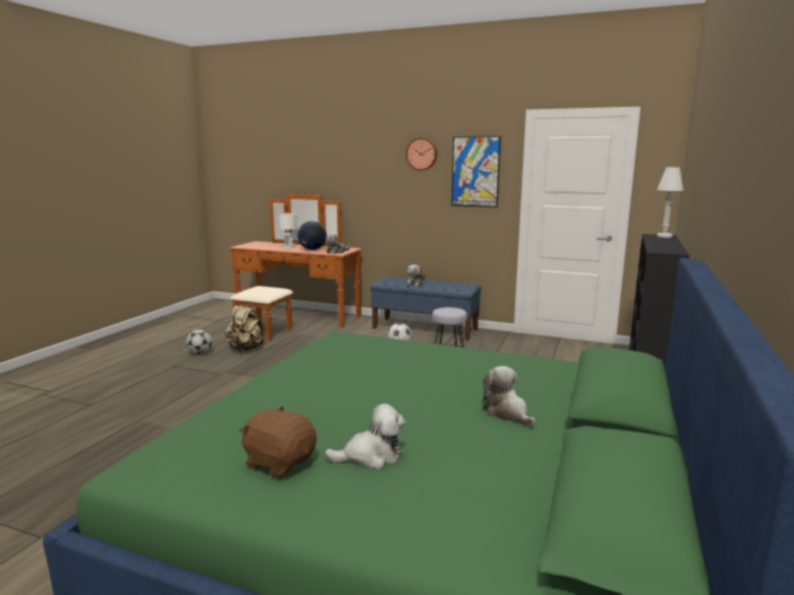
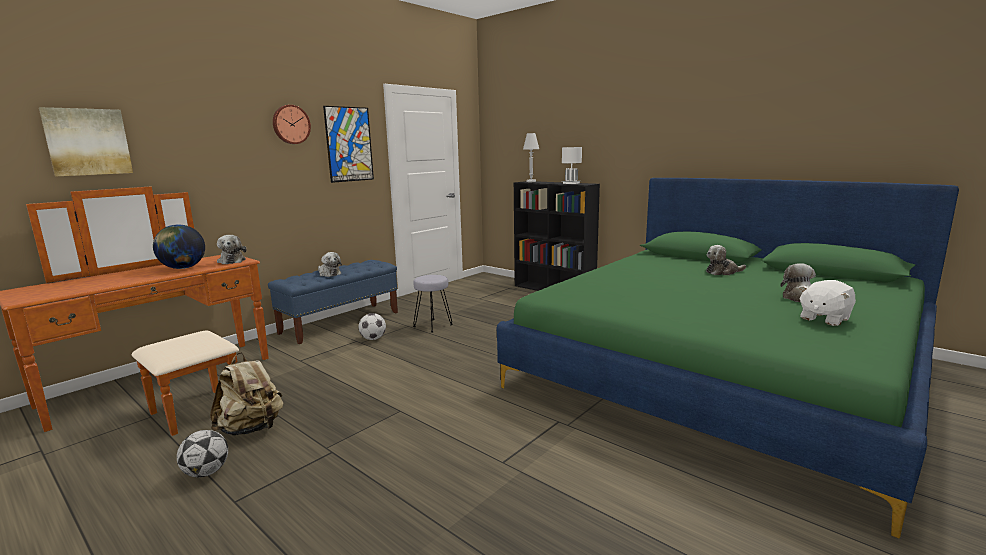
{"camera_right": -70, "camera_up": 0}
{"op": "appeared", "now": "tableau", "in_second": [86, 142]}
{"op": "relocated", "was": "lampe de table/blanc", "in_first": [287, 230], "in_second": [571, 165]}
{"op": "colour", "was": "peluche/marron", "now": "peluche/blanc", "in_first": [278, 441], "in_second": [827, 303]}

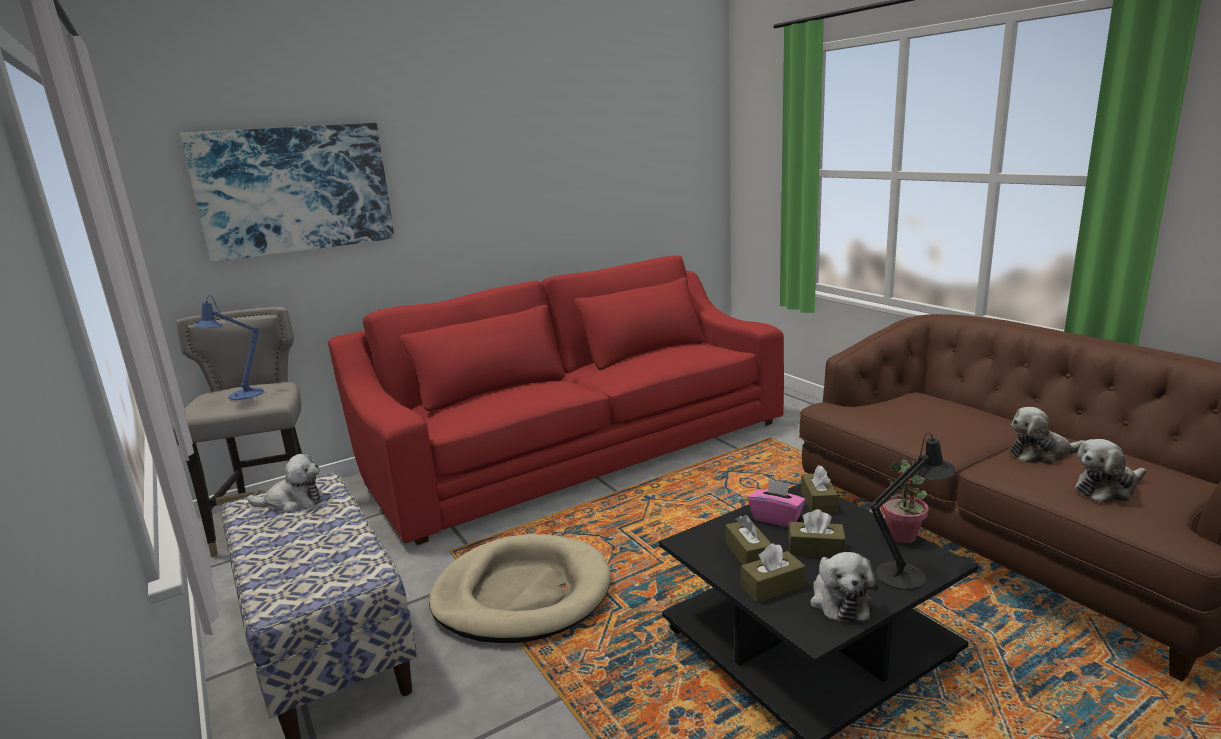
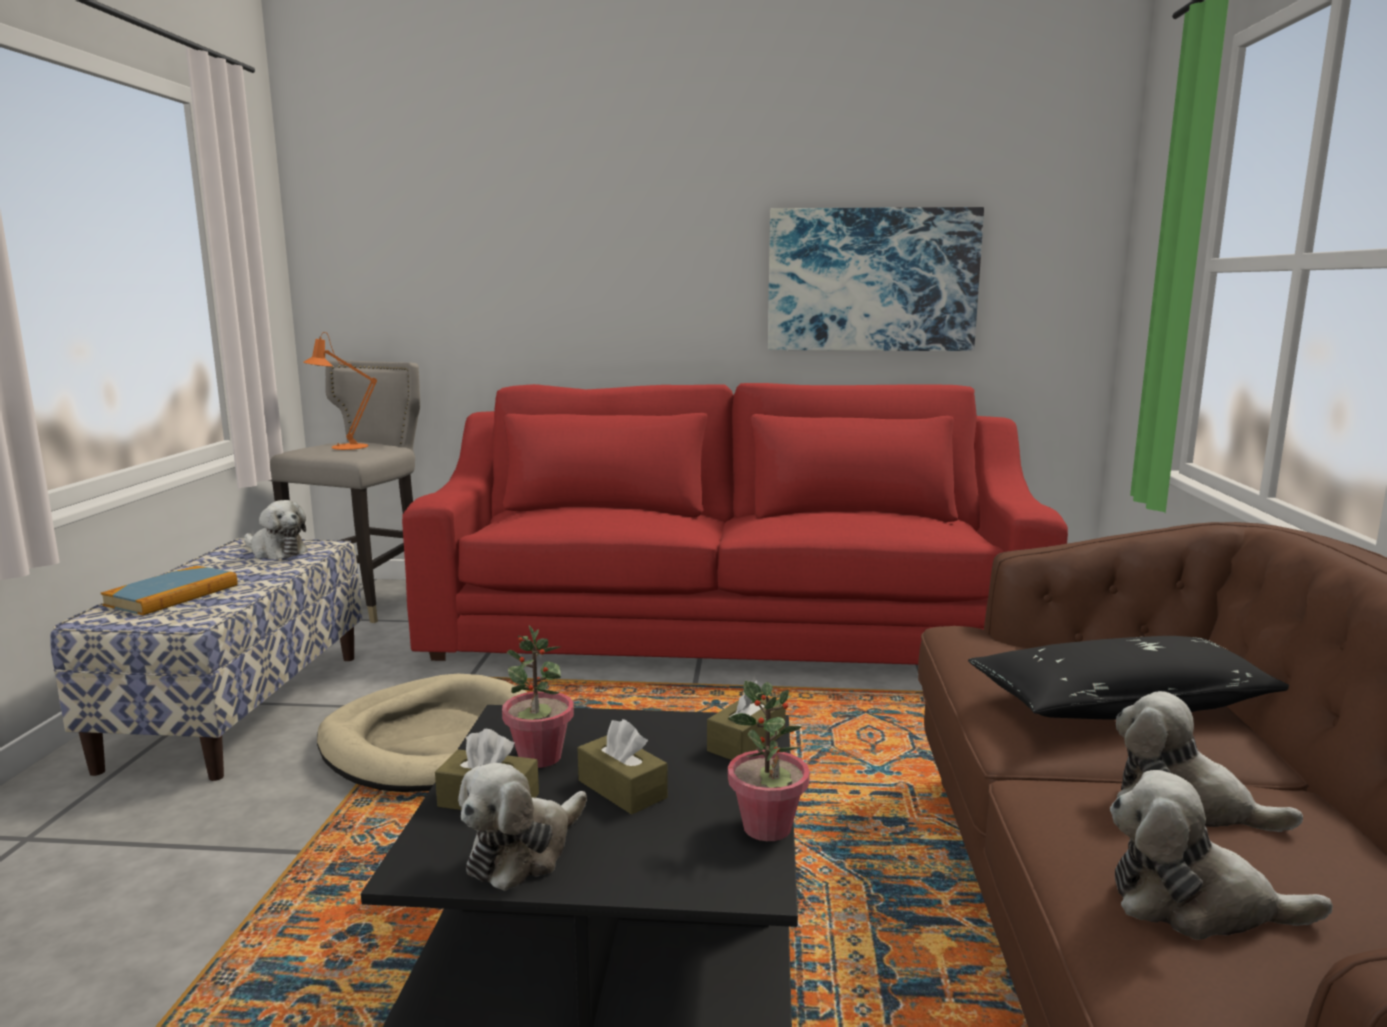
{"camera_right": 35, "camera_up": -5}
{"op": "appeared", "now": "livre", "in_second": [169, 590]}
{"op": "colour", "was": "lampe de table/bleu", "now": "lampe de table/orange", "in_first": [228, 348], "in_second": [340, 391]}
{"op": "exchanged", "was": "boîte à mouchoirs/marron", "now": "plante en pot", "in_first": [749, 540], "in_second": [538, 697]}
{"op": "relocated", "was": "tableau", "in_first": [287, 192], "in_second": [876, 279]}
{"op": "appeared", "now": "coussin/noir", "in_second": [1128, 678]}
{"op": "missing", "was": "boîte à mouchoirs/rose", "in_first": [777, 503]}
{"op": "missing", "was": "lampe de table/noir", "in_first": [912, 511]}

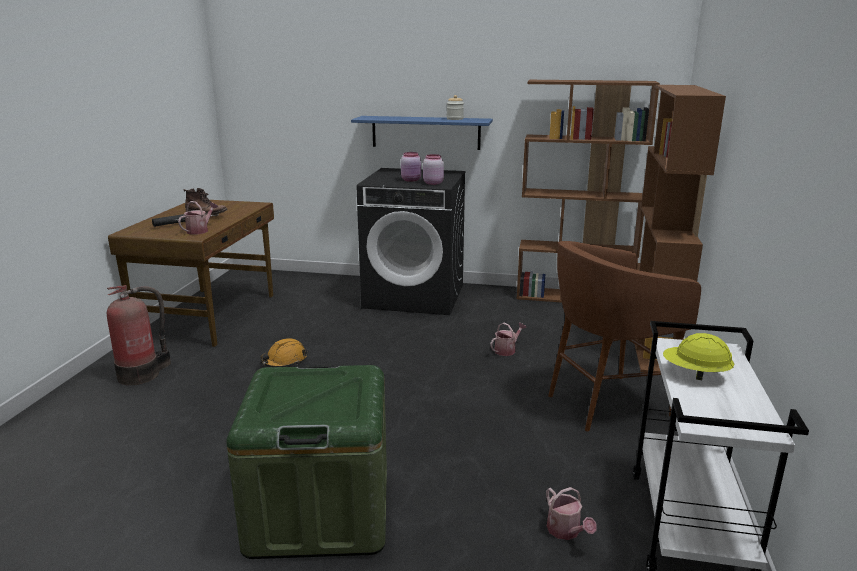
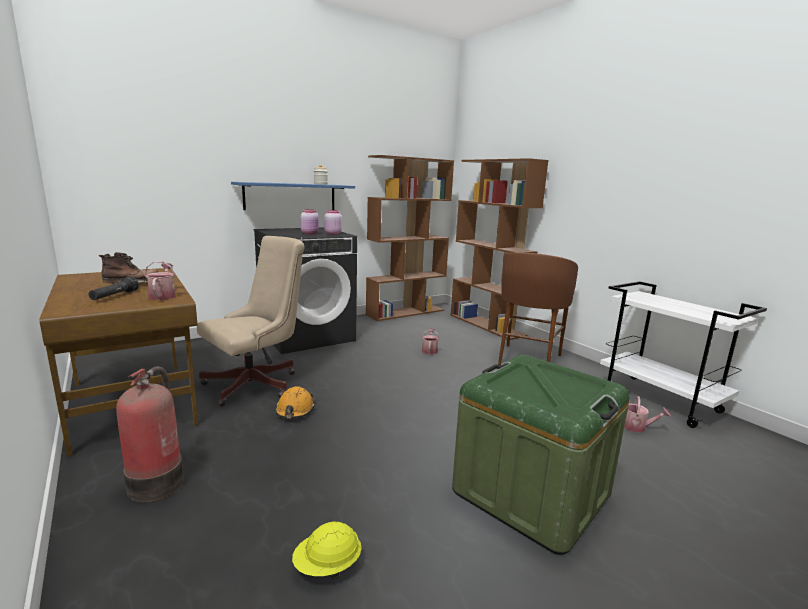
{"camera_right": -45, "camera_up": -5}
{"op": "appeared", "now": "chaise de bureau/beige", "in_second": [251, 321]}
{"op": "relocated", "was": "casque de chantier/jaune", "in_first": [698, 356], "in_second": [327, 550]}

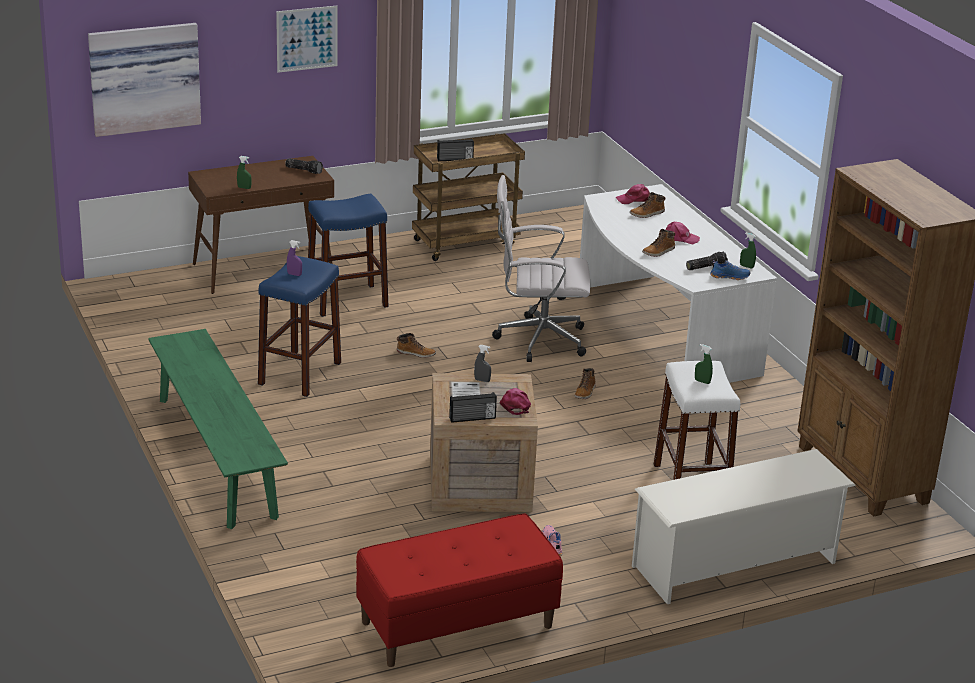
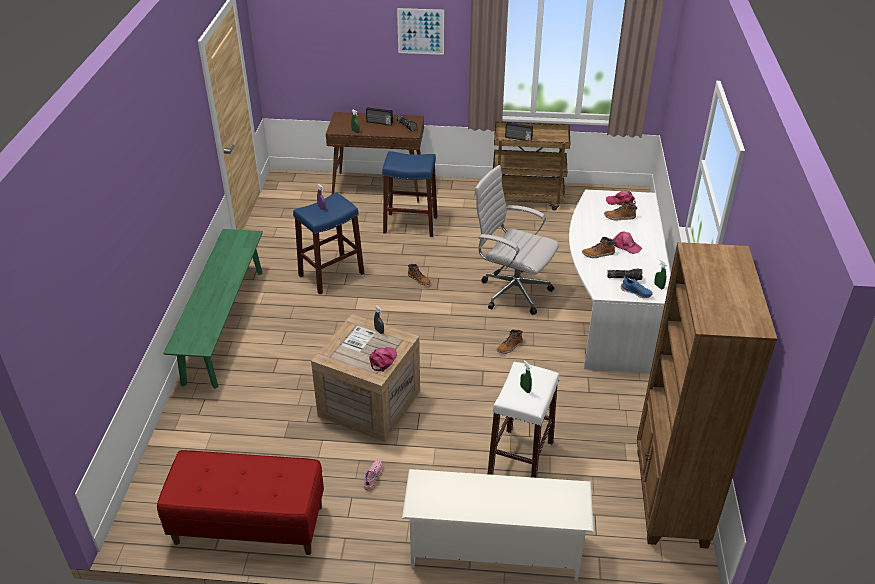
{"camera_right": 30, "camera_up": 10}
{"op": "relocated", "was": "radio", "in_first": [473, 407], "in_second": [379, 116]}
{"op": "missing", "was": "tableau", "in_first": [144, 80]}

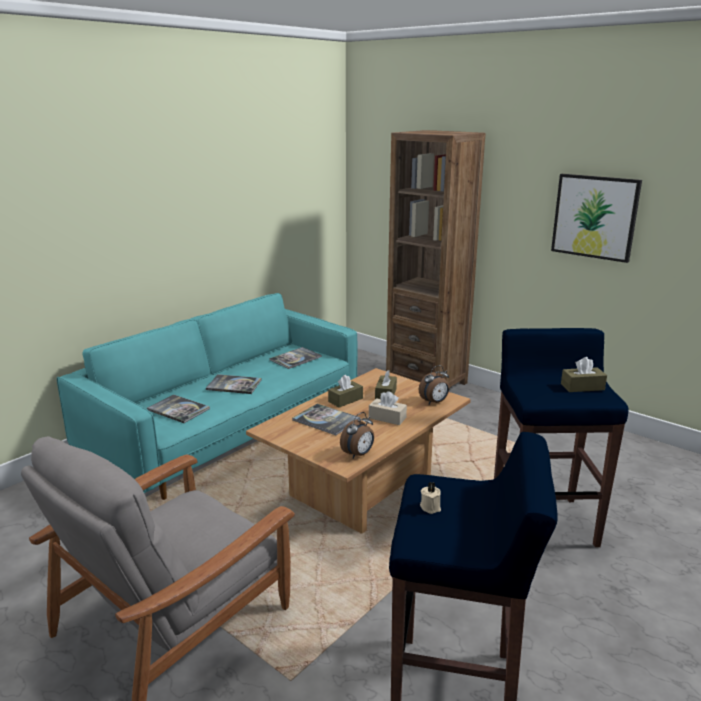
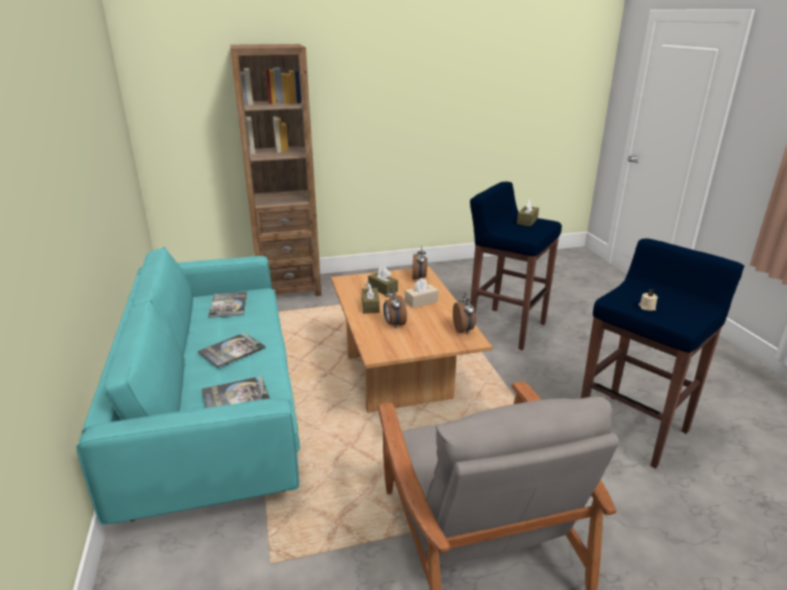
{"camera_right": -55, "camera_up": 5}
{"op": "exchanged", "was": "livre", "now": "réveil", "in_first": [326, 419], "in_second": [395, 308]}
{"op": "missing", "was": "tableau", "in_first": [596, 218]}

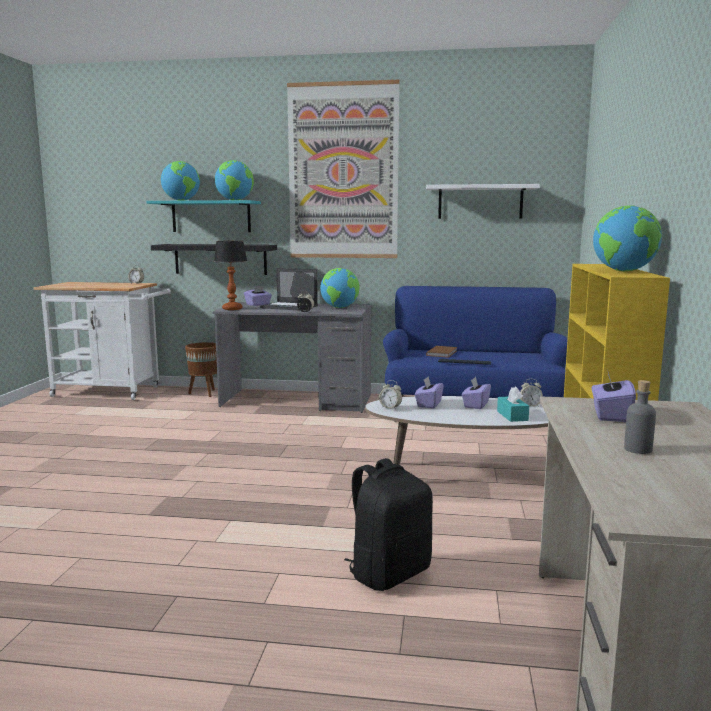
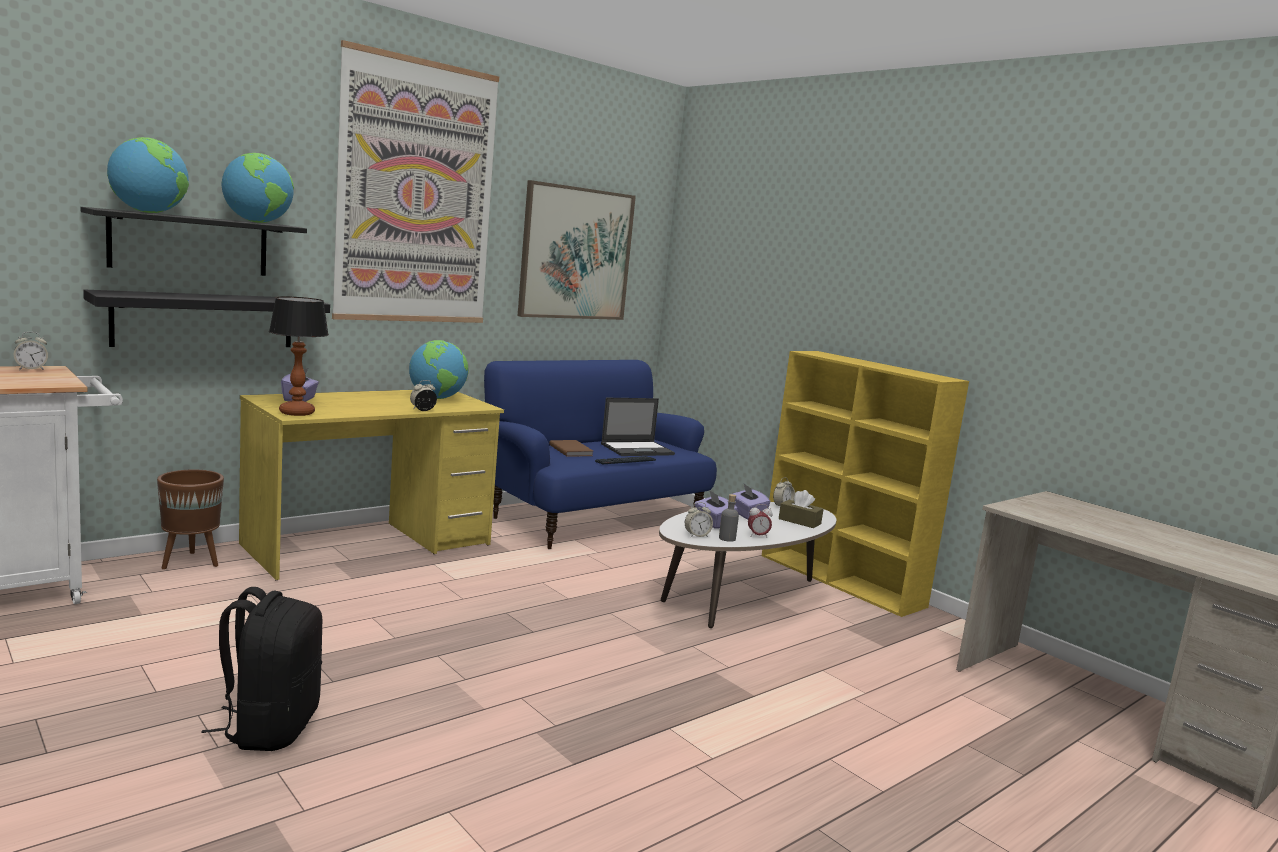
{"camera_right": -50, "camera_up": 0}
{"op": "colour", "was": "étagère/turquoise", "now": "étagère/noir", "in_first": [203, 216], "in_second": [193, 241]}
{"op": "relocated", "was": "sac à dos/noir", "in_first": [388, 524], "in_second": [261, 669]}
{"op": "colour", "was": "bureau/gris", "now": "bureau/jaune", "in_first": [292, 357], "in_second": [371, 485]}
{"op": "exchanged", "was": "étagère/blanc", "now": "tableau", "in_first": [483, 201], "in_second": [577, 250]}
{"op": "relocated", "was": "ordinateur portable", "in_first": [289, 289], "in_second": [638, 427]}
{"op": "relocated", "was": "bouteille/gris", "in_first": [640, 417], "in_second": [729, 518]}
{"op": "appeared", "now": "réveil", "in_second": [760, 520]}
{"op": "colour", "was": "boîte à mouchoirs/turquoise", "now": "boîte à mouchoirs/marron", "in_first": [513, 404], "in_second": [801, 509]}
{"op": "missing", "was": "boîte à mouchoirs/violet", "in_first": [614, 397]}
{"op": "missing", "was": "globe", "in_first": [627, 238]}

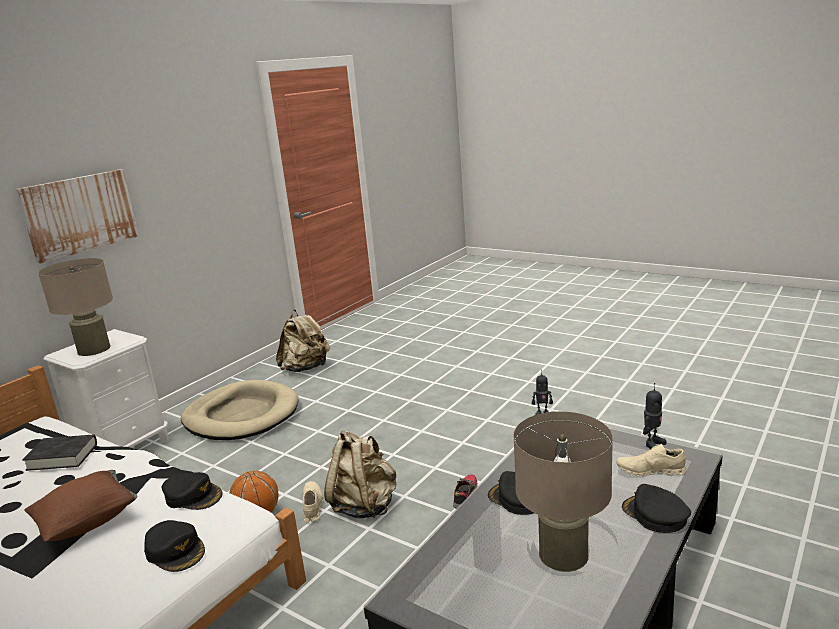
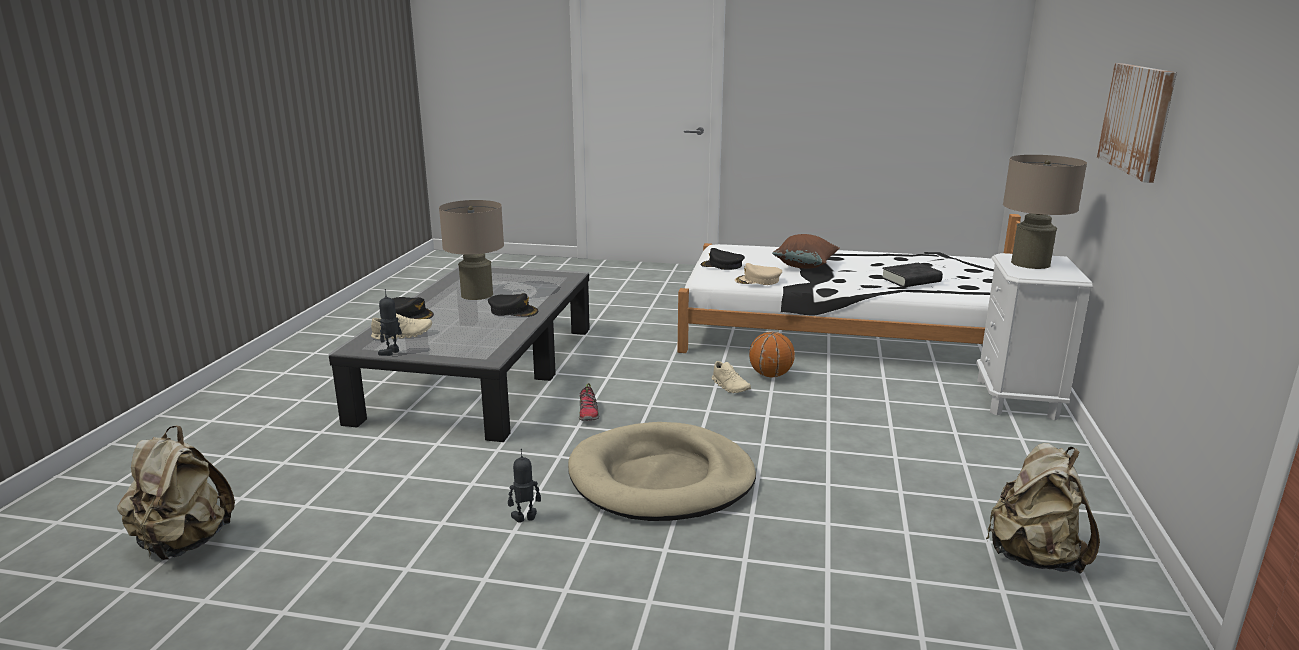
{"camera_right": 155, "camera_up": 0}
{"op": "relocated", "was": "sac à dos/beige", "in_first": [360, 474], "in_second": [176, 492]}
{"op": "relocated", "was": "panier pour chien/beige", "in_first": [239, 410], "in_second": [662, 471]}
{"op": "colour", "was": "casquette/noir", "now": "casquette/beige", "in_first": [192, 491], "in_second": [758, 274]}

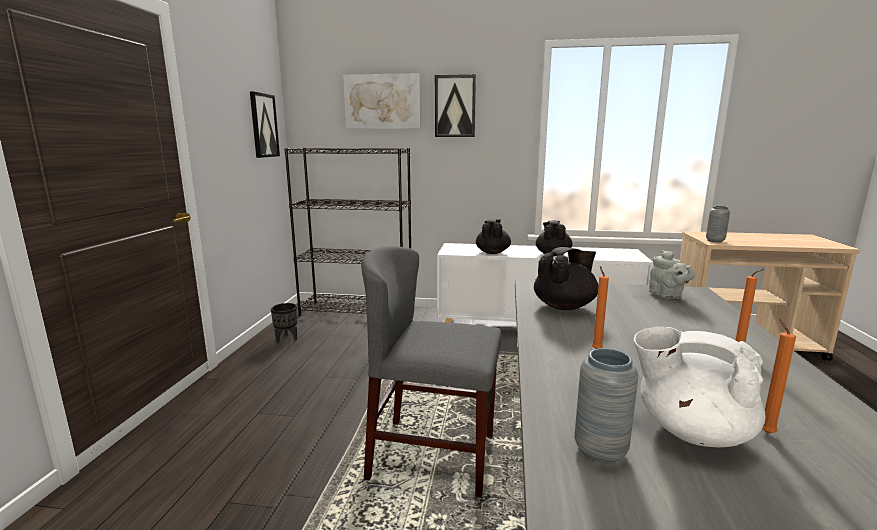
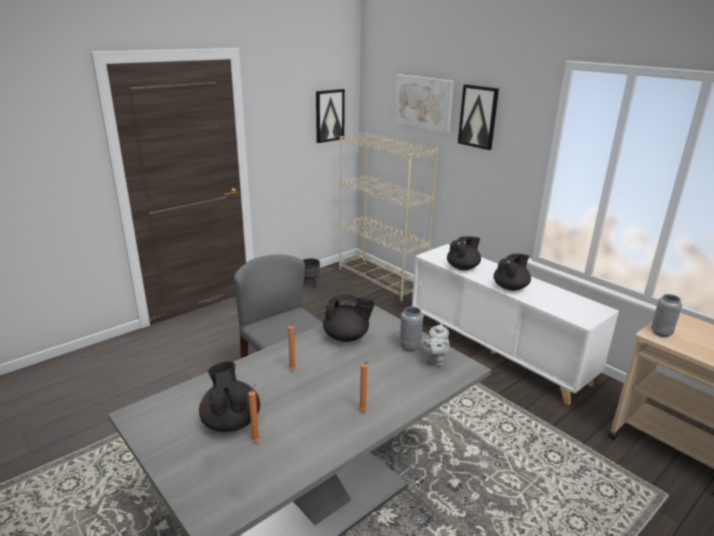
{"camera_right": 40, "camera_up": 10}
{"op": "colour", "was": "théière/blanc", "now": "théière/noir", "in_first": [700, 387], "in_second": [229, 396]}
{"op": "colour", "was": "bibliothèque/noir", "now": "bibliothèque/beige", "in_first": [347, 232], "in_second": [388, 217]}
{"op": "relocated", "was": "vase/gris", "in_first": [606, 405], "in_second": [411, 329]}

